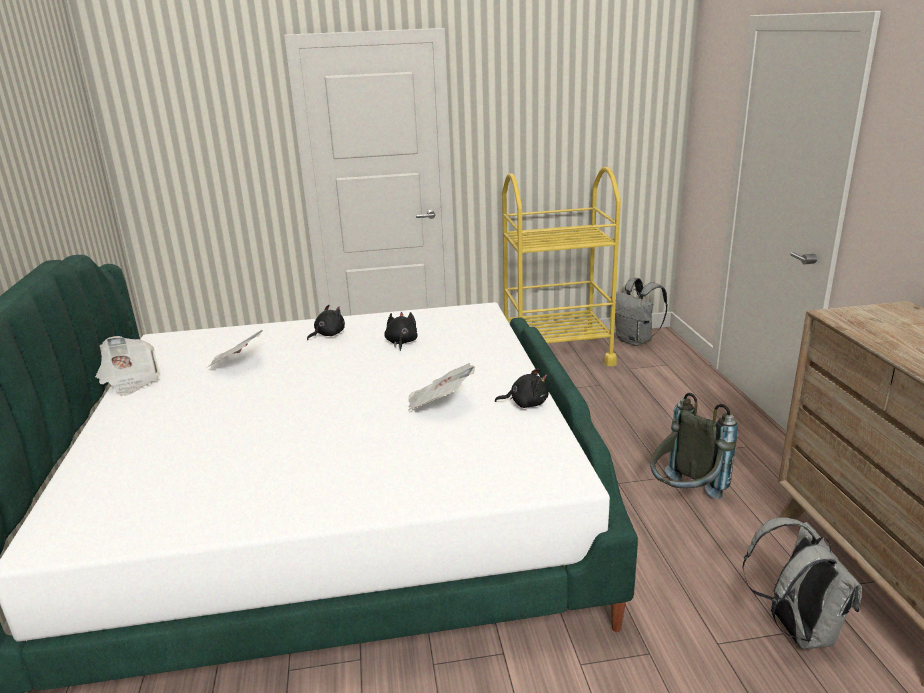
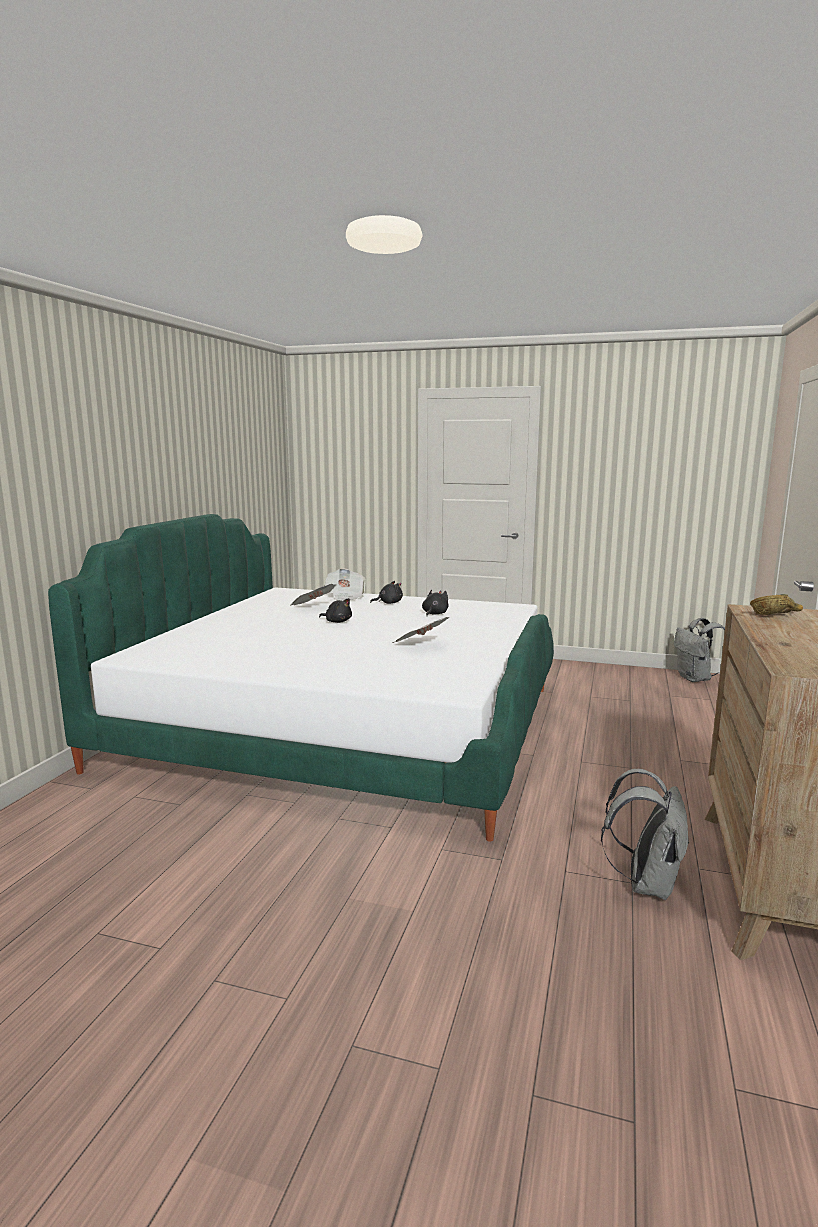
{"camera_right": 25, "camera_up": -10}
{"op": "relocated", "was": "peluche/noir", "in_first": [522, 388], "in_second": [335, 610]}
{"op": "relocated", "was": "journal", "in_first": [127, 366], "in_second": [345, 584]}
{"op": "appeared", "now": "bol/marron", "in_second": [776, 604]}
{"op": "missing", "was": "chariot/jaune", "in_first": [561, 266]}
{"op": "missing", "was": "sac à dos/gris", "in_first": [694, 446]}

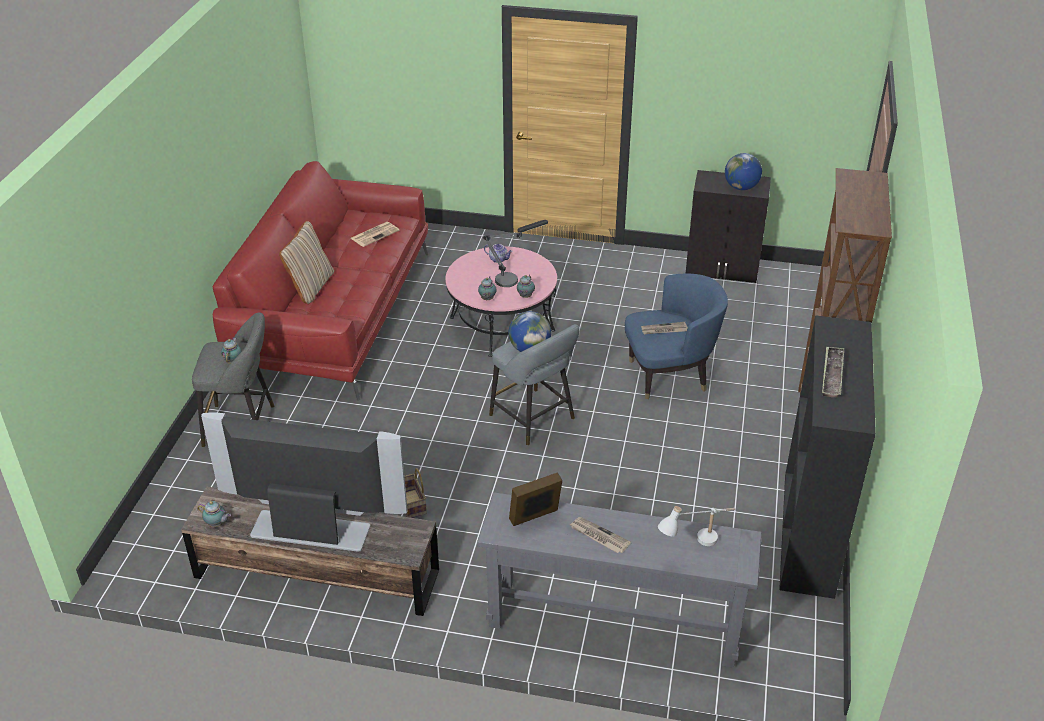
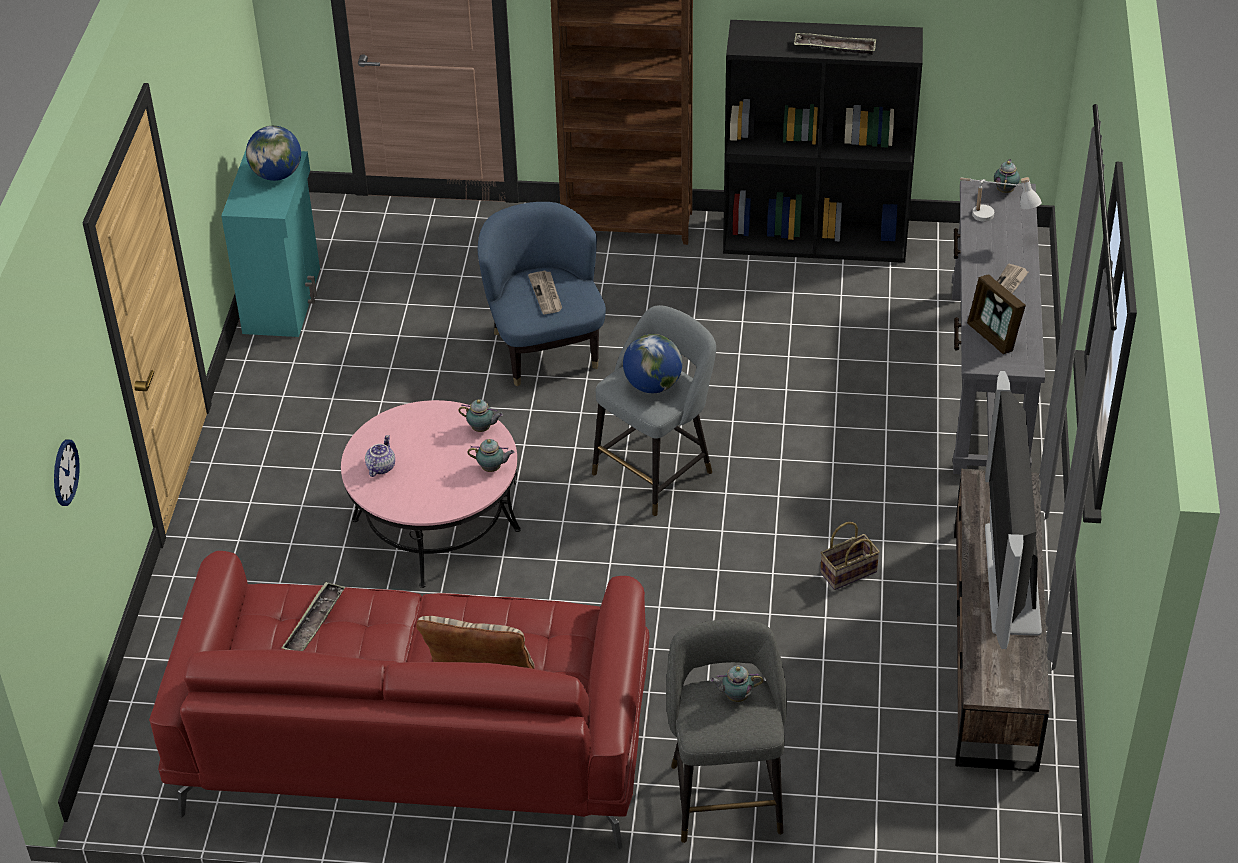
{"camera_right": -95, "camera_up": 5}
{"op": "appeared", "now": "horloge murale", "in_second": [67, 472]}
{"op": "colour", "was": "meuble de rangement/noir", "now": "meuble de rangement/turquoise", "in_first": [728, 226], "in_second": [270, 243]}
{"op": "exchanged", "was": "journal", "now": "plateau", "in_first": [375, 234], "in_second": [313, 616]}
{"op": "relocated", "was": "théière", "in_first": [214, 514], "in_second": [1007, 176]}
{"op": "missing", "was": "lampe de table", "in_first": [515, 253]}

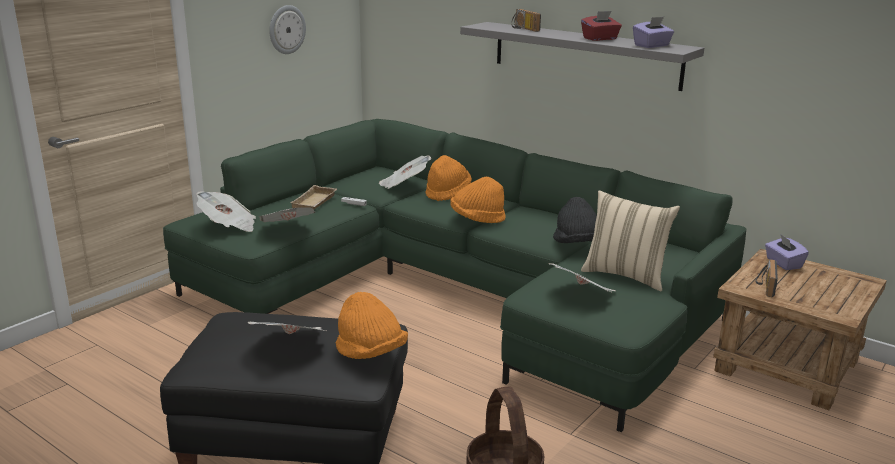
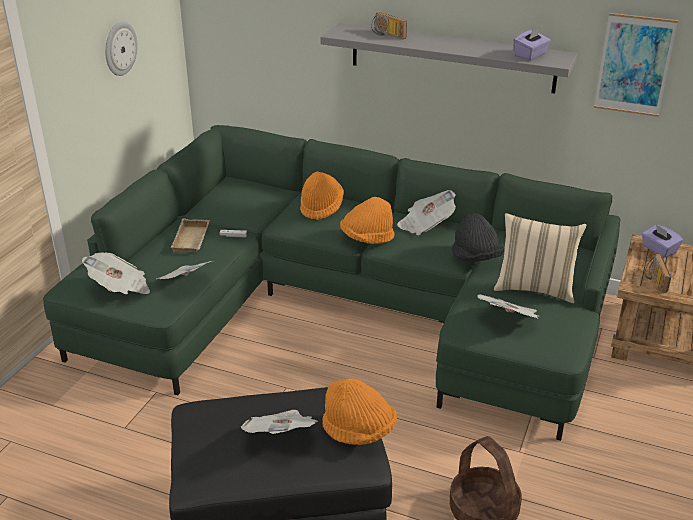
{"camera_right": -15, "camera_up": 10}
{"op": "relocated", "was": "journal", "in_first": [405, 172], "in_second": [426, 212]}
{"op": "appeared", "now": "tableau", "in_second": [636, 65]}
{"op": "missing", "was": "boîte à mouchoirs/rouge", "in_first": [601, 26]}

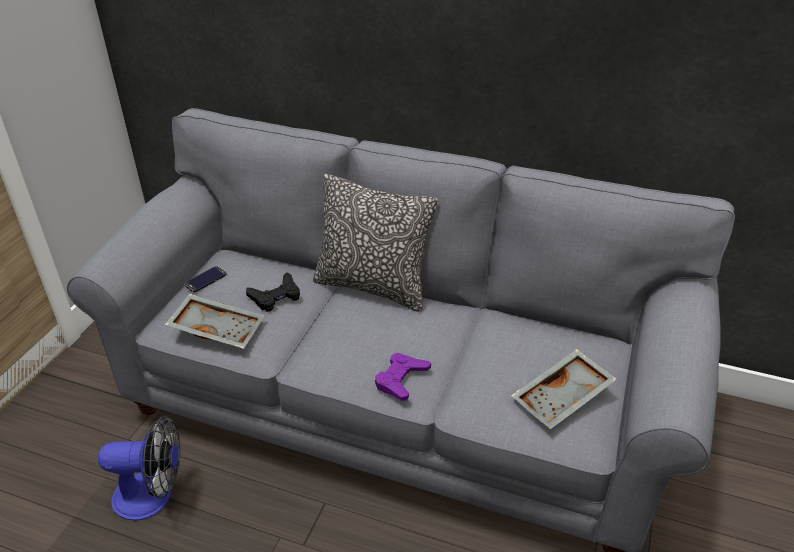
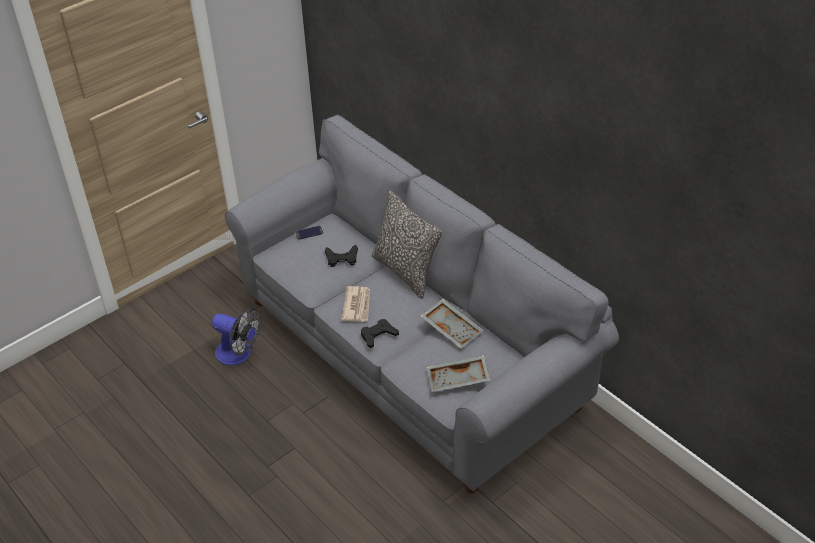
{"camera_right": 30, "camera_up": 5}
{"op": "appeared", "now": "journal", "in_second": [355, 304]}
{"op": "colour", "was": "manette/violet", "now": "manette/noir", "in_first": [403, 376], "in_second": [380, 333]}
{"op": "relocated", "was": "plateau/gris", "in_first": [215, 321], "in_second": [452, 324]}

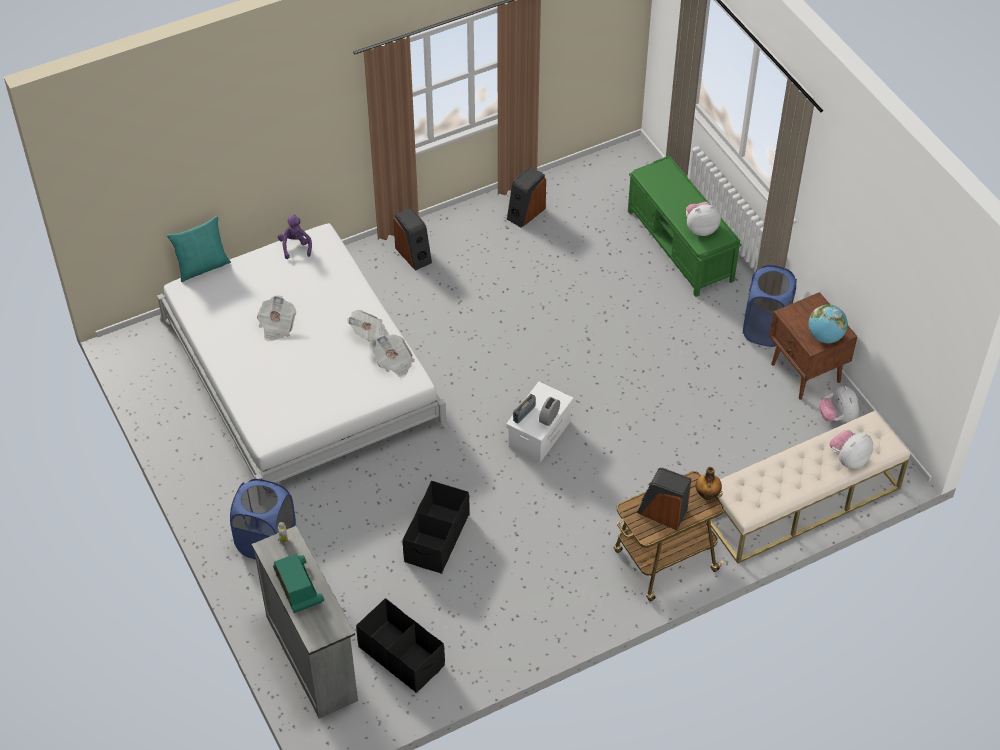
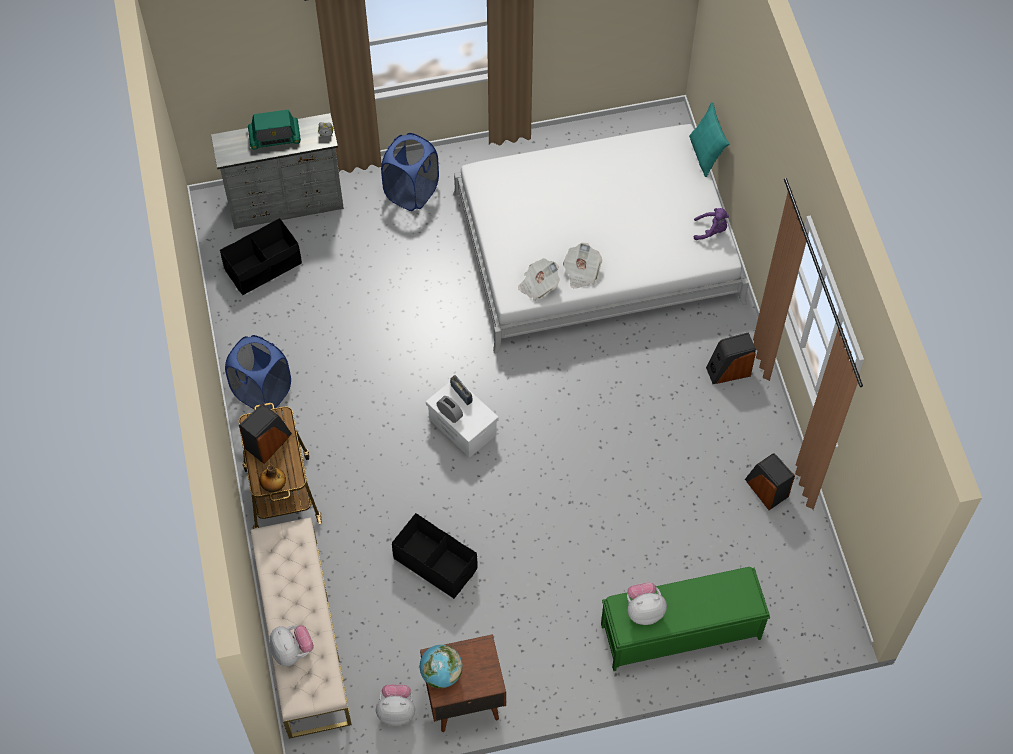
{"camera_right": 105, "camera_up": 10}
{"op": "relocated", "was": "panier à linge/bleu", "in_first": [770, 306], "in_second": [258, 372]}
{"op": "relocated", "was": "boîte de rangement/noir", "in_first": [436, 527], "in_second": [435, 556]}
{"op": "spun", "was": "peluche", "in_first": [703, 219], "in_second": [647, 603], "clockwise": -105}
{"op": "missing", "was": "journal", "in_first": [276, 318]}

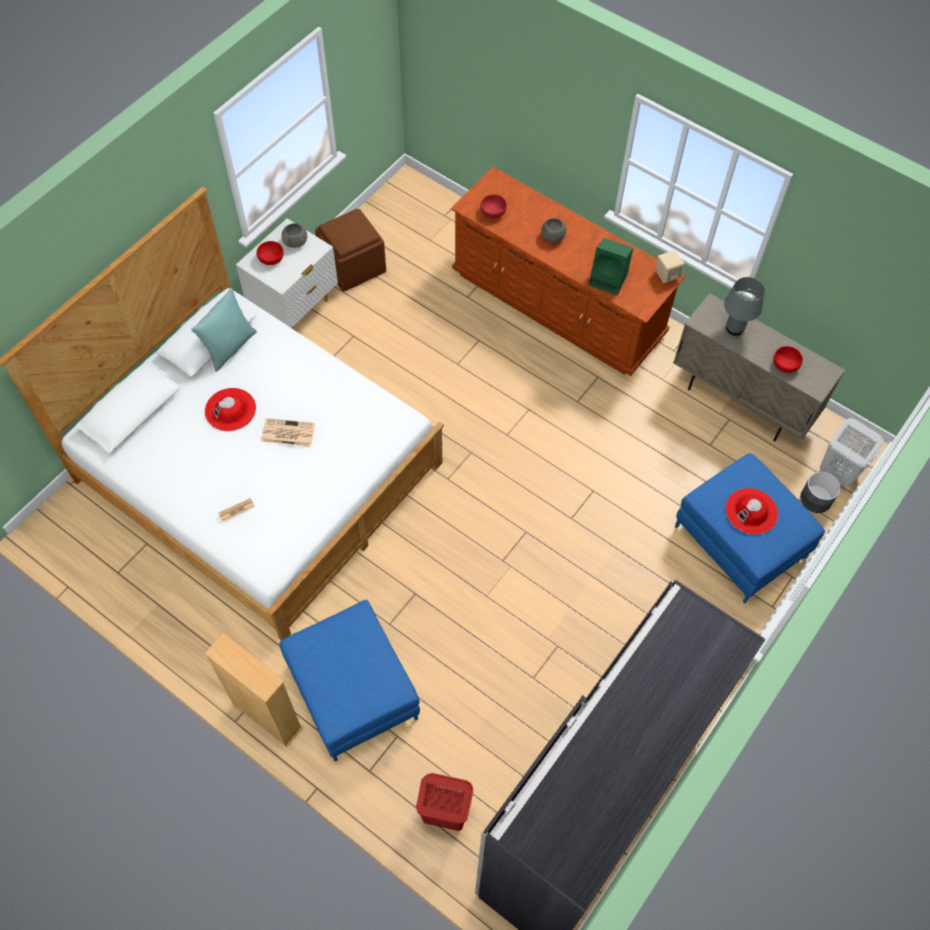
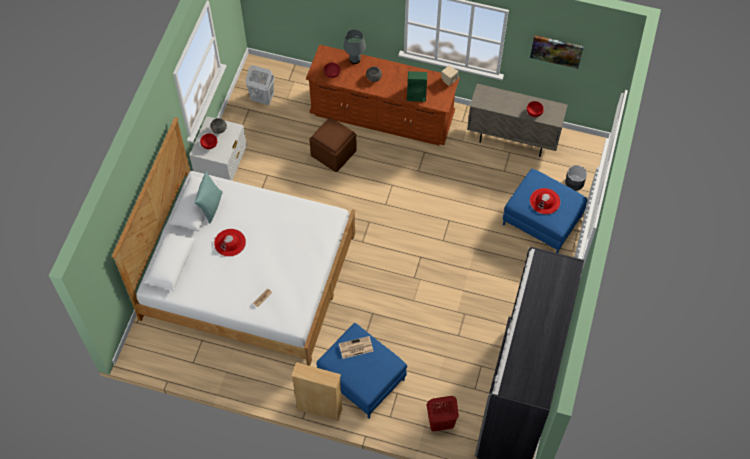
{"camera_right": -20, "camera_up": 0}
{"op": "relocated", "was": "panier à linge/blanc", "in_first": [851, 452], "in_second": [260, 85]}
{"op": "relocated", "was": "pouf/marron", "in_first": [350, 249], "in_second": [333, 144]}
{"op": "relocated", "was": "journal", "in_first": [288, 432], "in_second": [356, 347]}
{"op": "relocated", "was": "lampe de table/gris", "in_first": [744, 306], "in_second": [355, 46]}
{"op": "appeared", "now": "tableau", "in_second": [557, 52]}

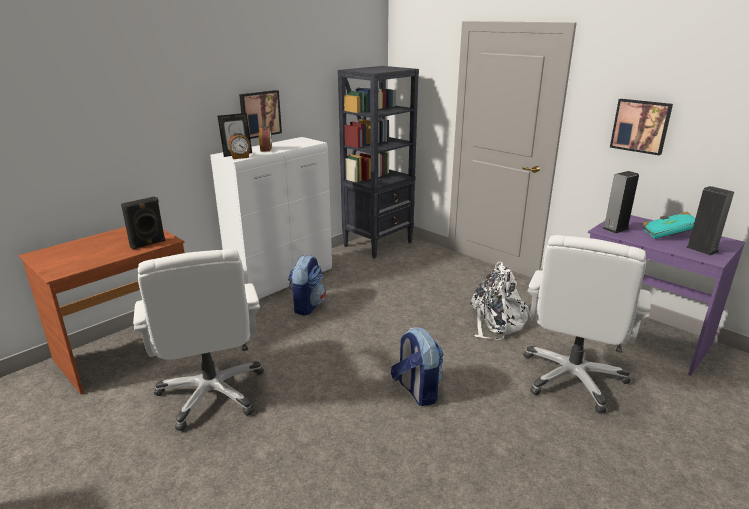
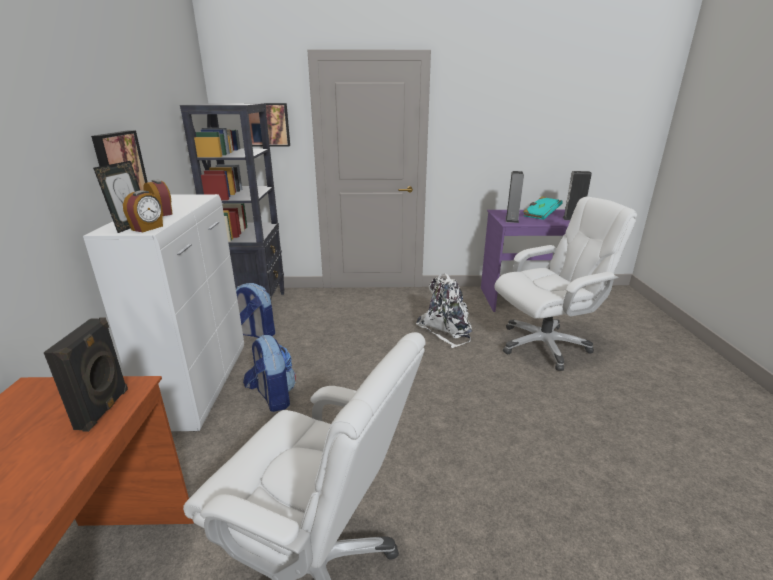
{"camera_right": -45, "camera_up": 0}
{"op": "relocated", "was": "sac à dos", "in_first": [417, 366], "in_second": [255, 310]}
{"op": "relocated", "was": "tableau", "in_first": [641, 127], "in_second": [269, 125]}
{"op": "spun", "was": "chaise de bureau/blanc", "in_first": [587, 324], "in_second": [565, 284], "clockwise": -90}

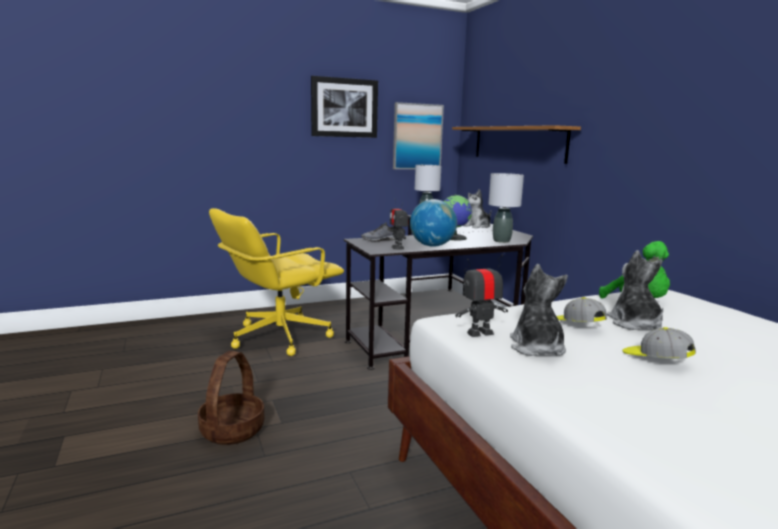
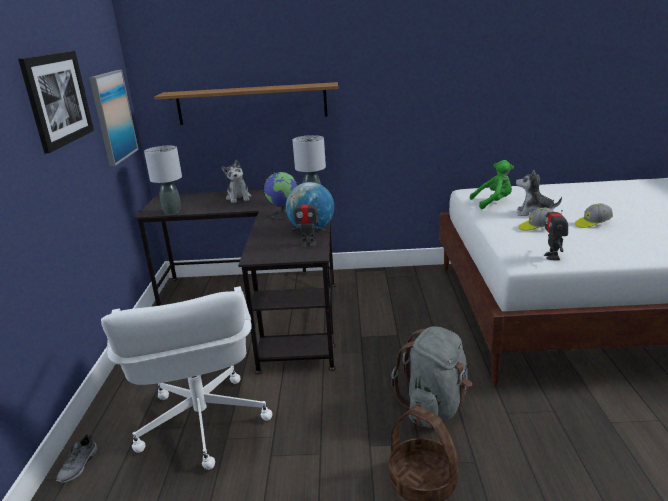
{"camera_right": -65, "camera_up": 10}
{"op": "relocated", "was": "chaussure/gris", "in_first": [378, 231], "in_second": [77, 458]}
{"op": "colour", "was": "chaise de bureau/jaune", "now": "chaise de bureau/blanc", "in_first": [276, 282], "in_second": [187, 378]}
{"op": "appeared", "now": "sac à dos/gris", "in_second": [431, 377]}
{"op": "missing", "was": "peluche", "in_first": [539, 310]}

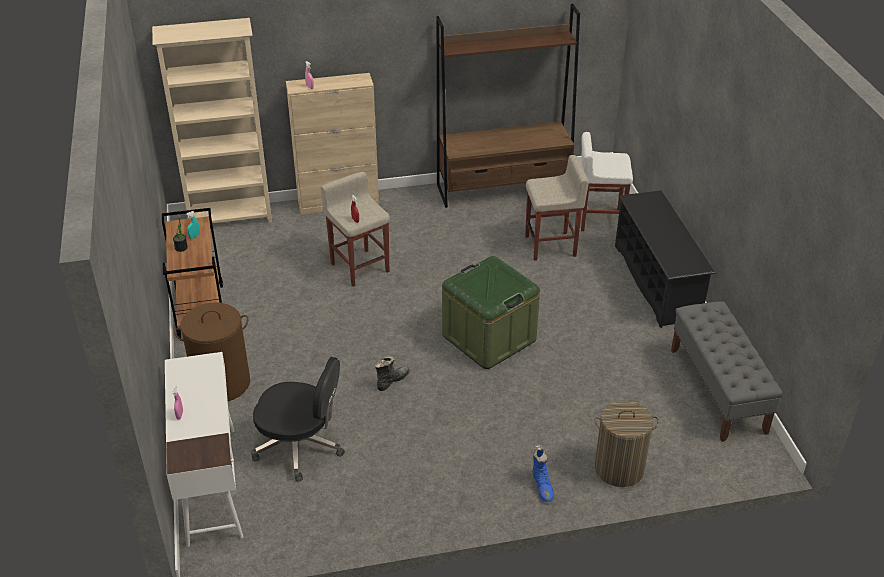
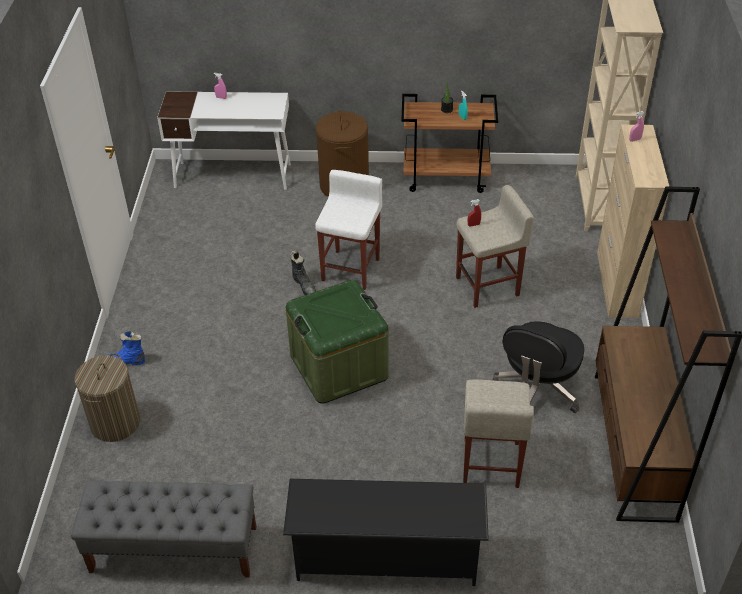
{"camera_right": 105, "camera_up": 5}
{"op": "relocated", "was": "tabouret/blanc", "in_first": [607, 181], "in_second": [348, 230]}
{"op": "relocated", "was": "chaise de bureau/noir", "in_first": [298, 419], "in_second": [538, 367]}

